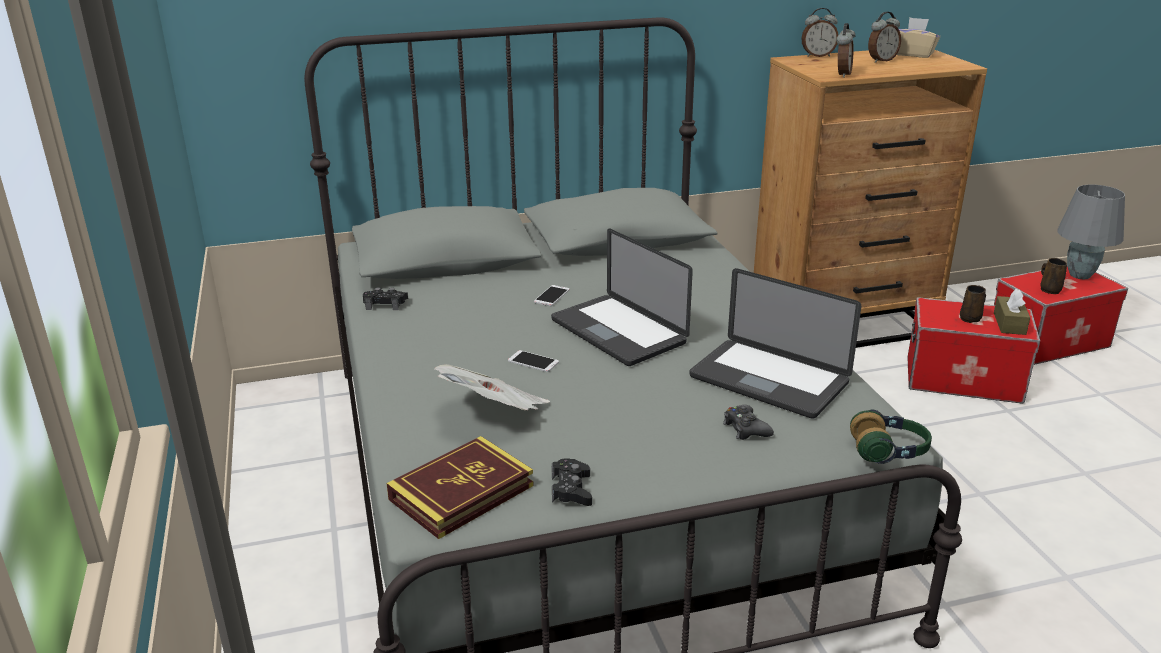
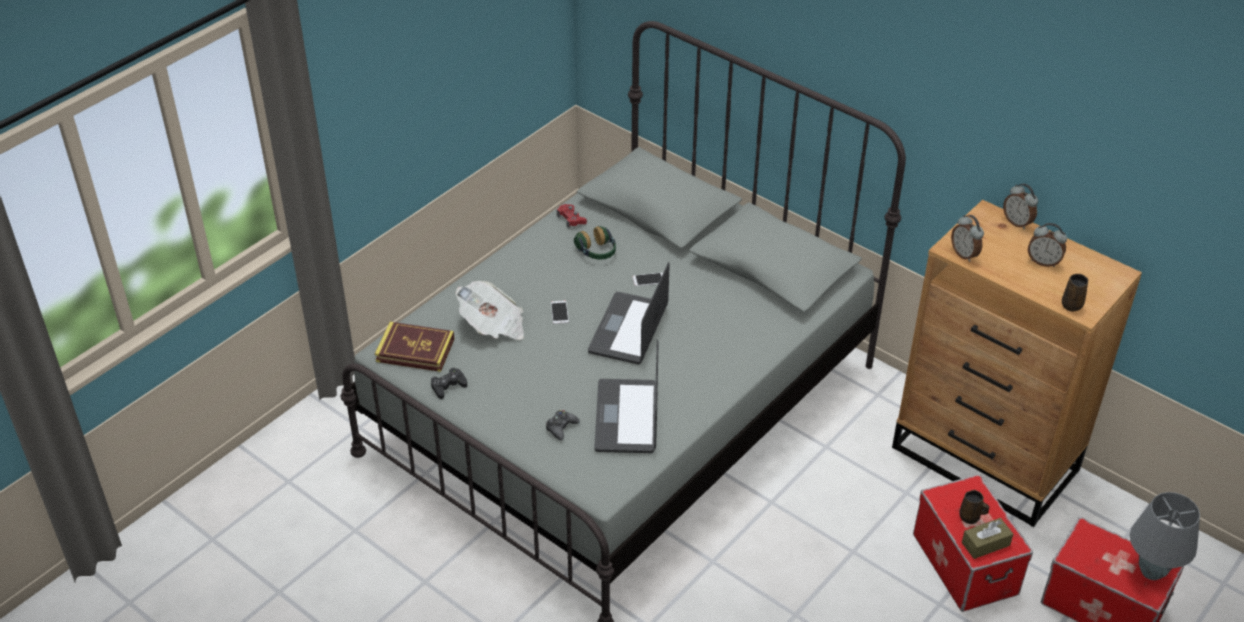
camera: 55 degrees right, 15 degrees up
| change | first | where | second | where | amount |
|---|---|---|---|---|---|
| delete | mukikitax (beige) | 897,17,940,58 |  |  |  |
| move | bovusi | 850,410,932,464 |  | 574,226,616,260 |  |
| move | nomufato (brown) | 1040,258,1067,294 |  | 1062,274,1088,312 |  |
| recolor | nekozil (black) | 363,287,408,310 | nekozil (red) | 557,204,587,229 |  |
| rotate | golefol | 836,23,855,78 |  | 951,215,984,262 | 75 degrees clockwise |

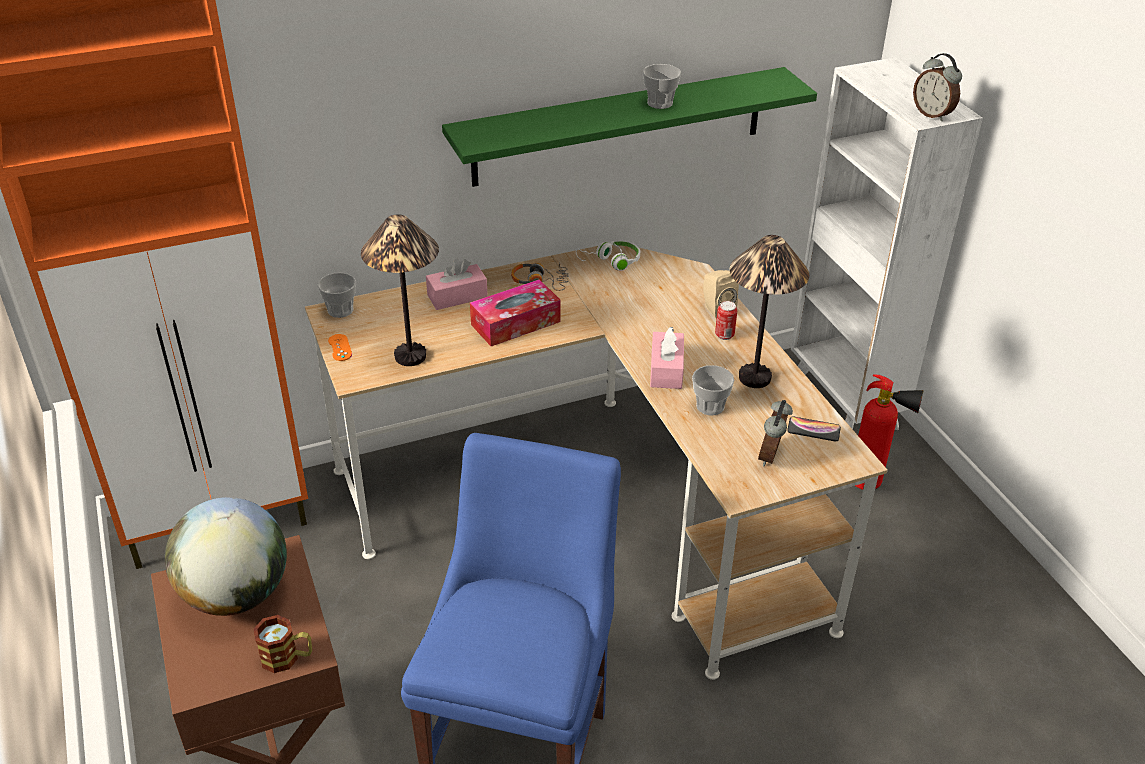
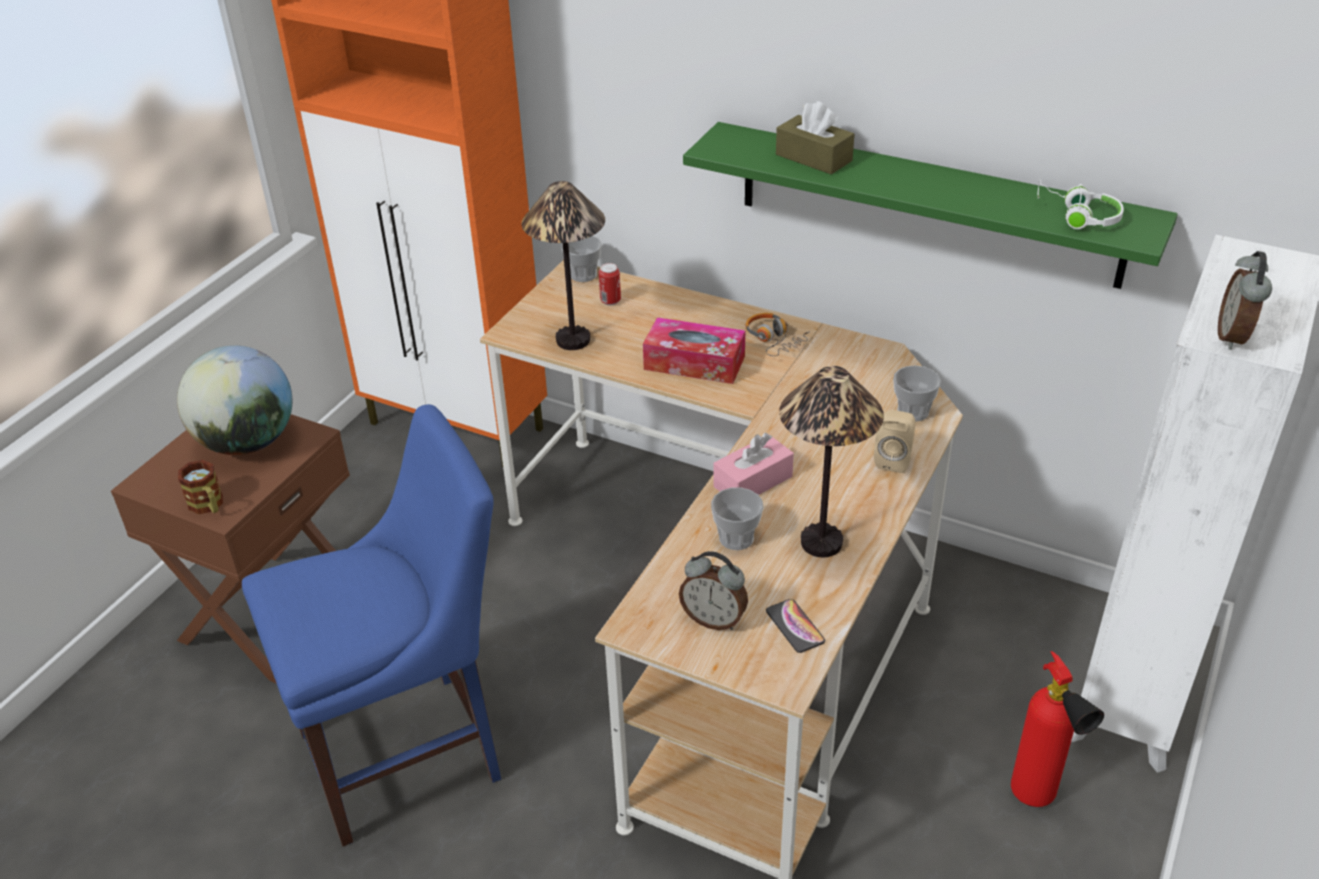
camera: 50 degrees right, 0 degrees up
| change | first | where | second | where | amount |
|---|---|---|---|---|---|
| delete | nekozil (orange) | 328,334,352,361 |  |  |  |
| delete | mukikitax (pink) | 426,258,488,310 |  |  |  |
| insert |  |  | mukikitax (brown) | 776,101,855,174 |  |
| move | bovusi (white) | 576,240,640,271 |  | 1038,180,1124,229 |  |
| move | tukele | 643,64,681,109 |  | 893,365,941,421 |  |
| move | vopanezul | 715,301,737,340 |  | 599,263,621,306 |  |
| rotate | golefol | 758,400,793,467 |  | 679,551,748,630 | 135 degrees counterclockwise |

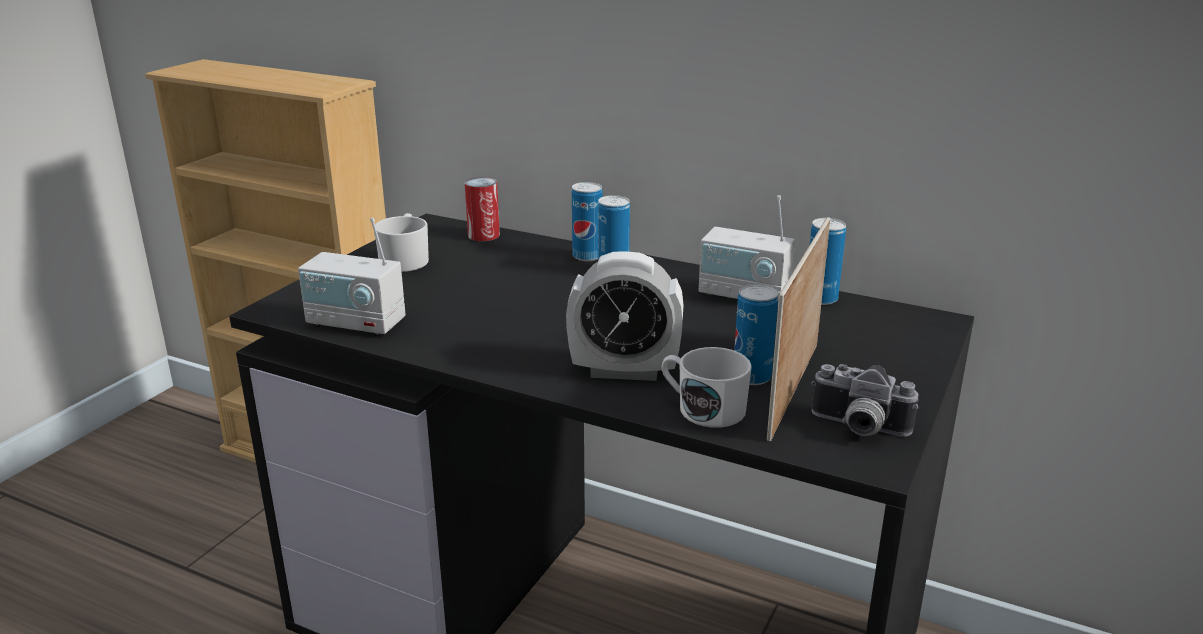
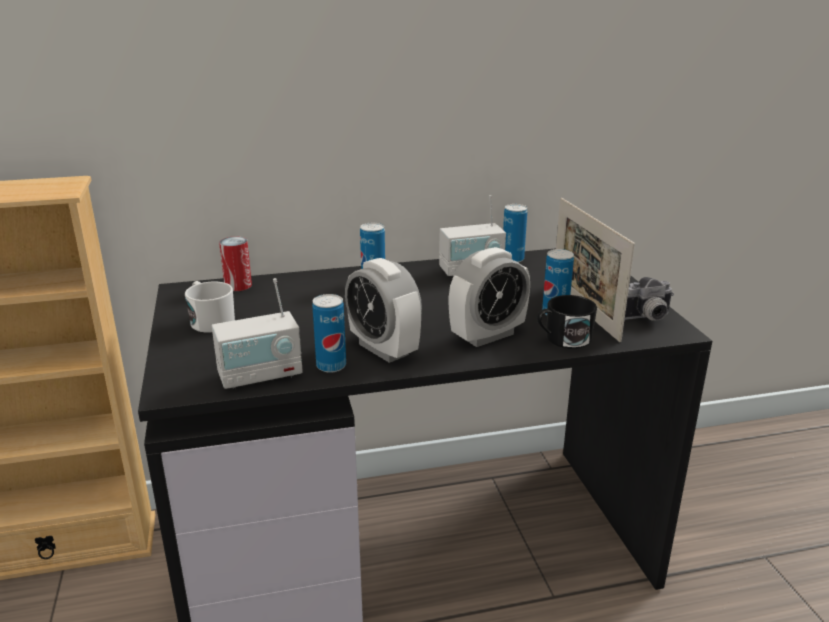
camera: 40 degrees left, 0 degrees up
| change | first | where | second | where | amount |
|---|---|---|---|---|---|
| insert |  |  | golefol | 345,258,422,363 |  |
| move | vopanezul | 572,182,602,261 |  | 312,294,346,373 |  |
| recolor | nomufato (white) | 662,347,752,428 | nomufato (black) | 537,295,597,349 |  |

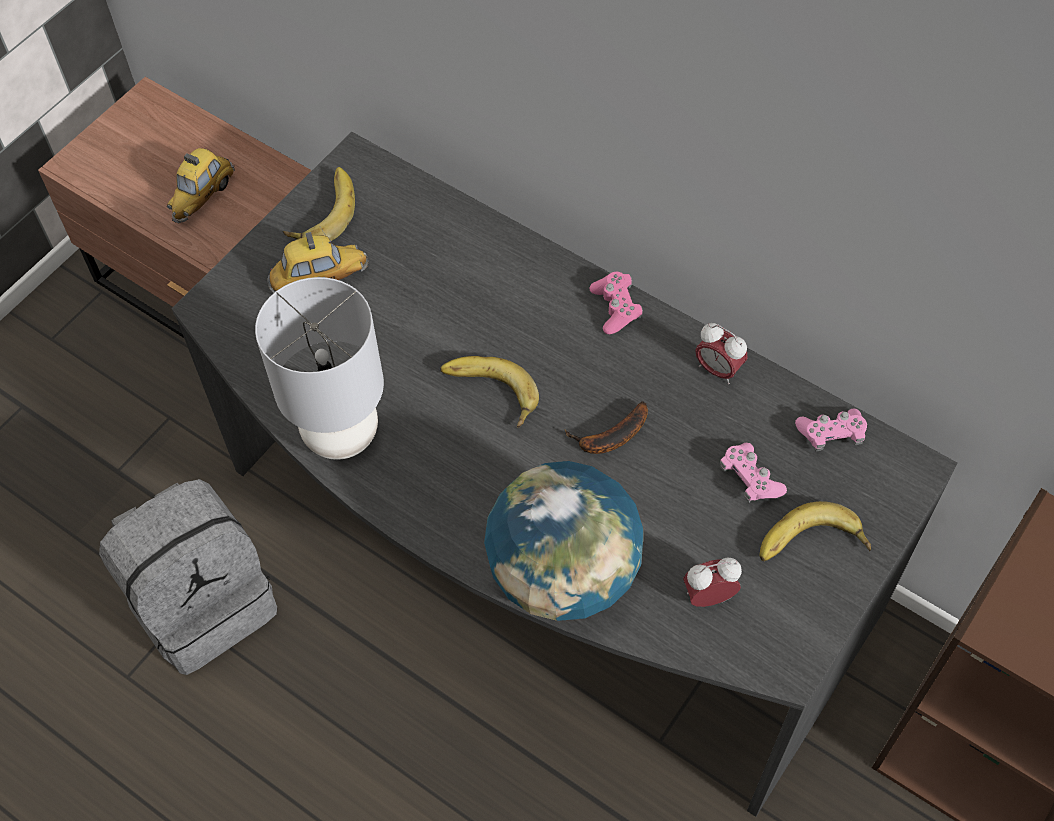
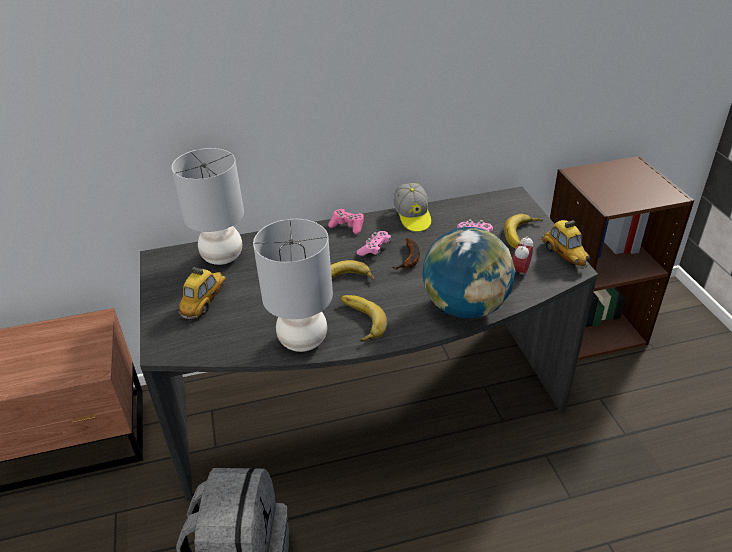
camera: 50 degrees left, 20 degrees down
| change | first | where | second | where | amount |
|---|---|---|---|---|---|
| insert |  |  | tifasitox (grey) | 171,148,244,265 |  |
| move | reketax | 167,148,235,224 |  | 541,220,590,269 |  |
| move | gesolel | 283,167,355,241 |  | 341,295,387,342 |  |
| move | nekozil (pink) | 795,409,867,451 |  | 357,231,391,256 |  |
| replace | golefol | 695,323,748,384 | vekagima | 394,183,431,232 |  |

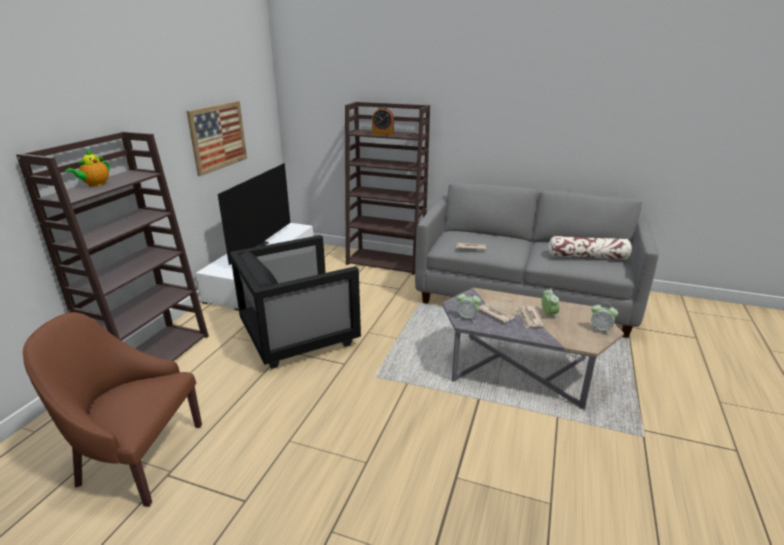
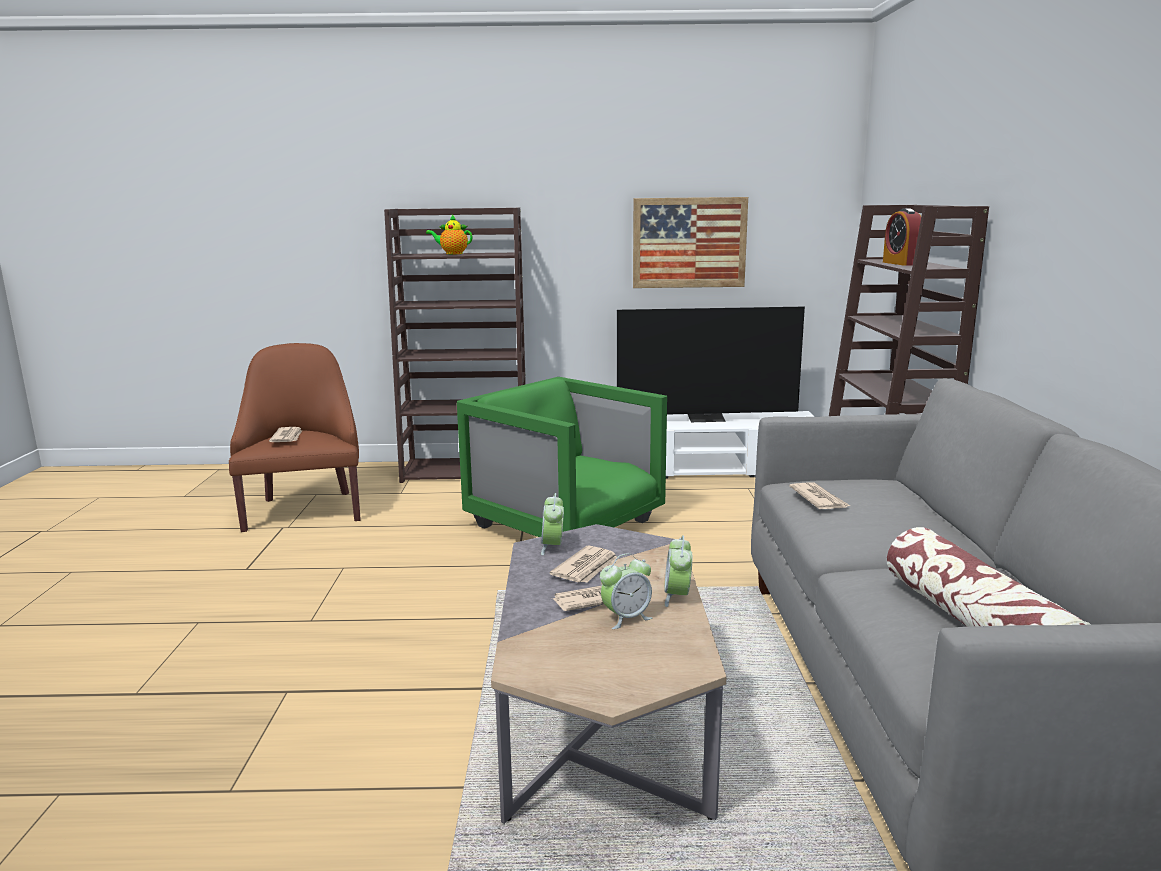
camera: 70 degrees right, 10 degrees down
| change | first | where | second | where | amount |
|---|---|---|---|---|---|
| insert |  |  | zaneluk | 269,427,302,442 |  |
| move | golefol | 589,302,618,335 |  | 665,536,692,607 |  |
| recolor | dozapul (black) | 230,235,361,369 | dozapul (green) | 457,377,667,537 |  |

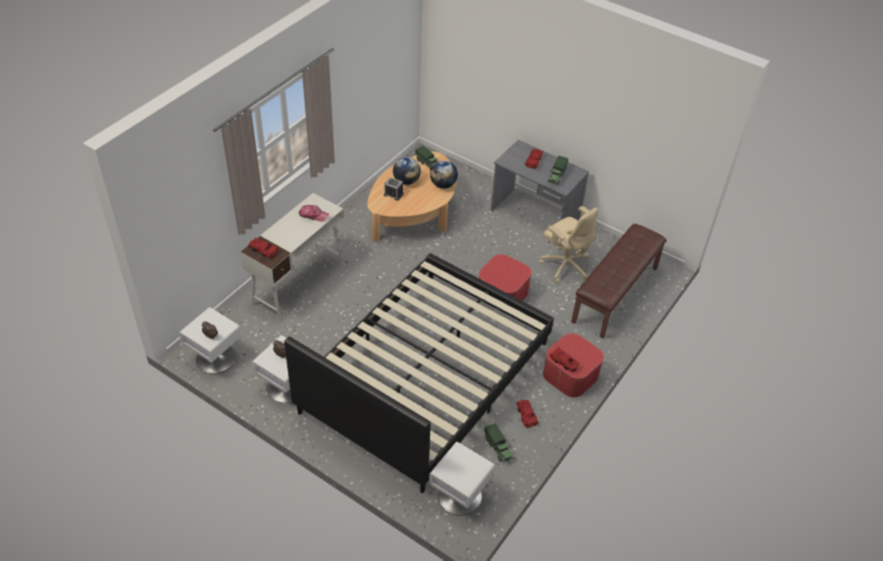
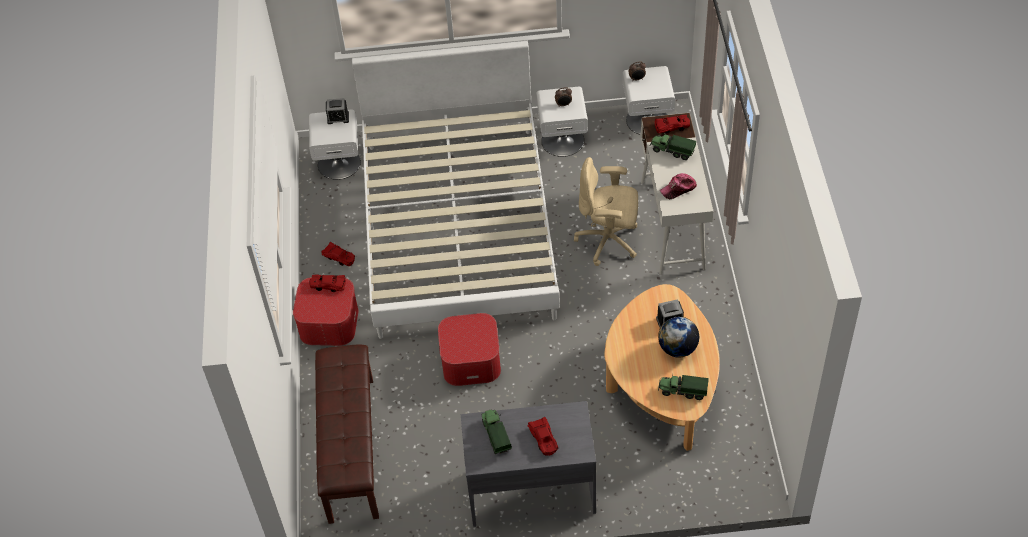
camera: 145 degrees right, 5 degrees up
| change | first | where | second | where | amount |
|---|---|---|---|---|---|
| delete | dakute | 430,161,458,189 |  |  |  |
| insert |  |  | golefol | 326,98,349,124 |  |
| move | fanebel | 484,423,513,463 |  | 649,135,696,160 |  |
| move | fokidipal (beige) | 539,206,598,283 |  | 574,157,638,266 |  |
| recolor | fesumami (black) | 284,253,554,493 | fesumami (white) | 352,41,560,339 |  |

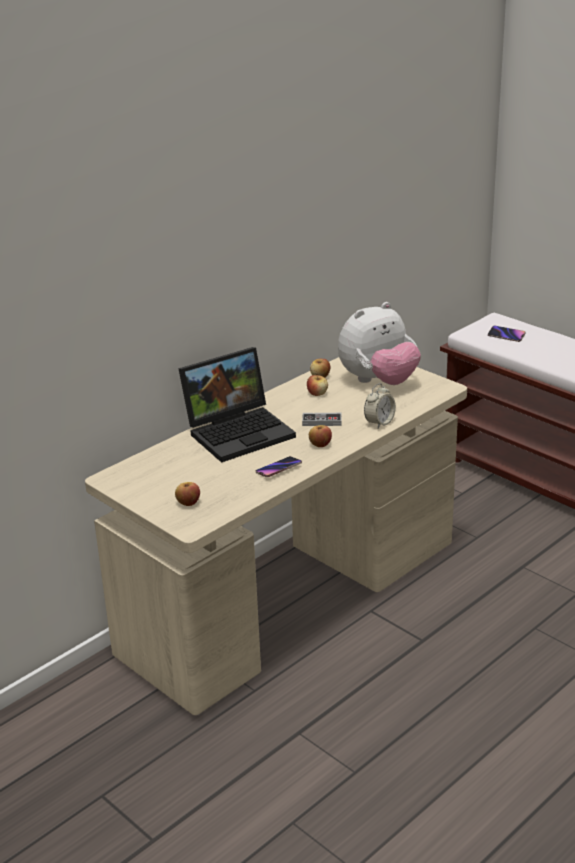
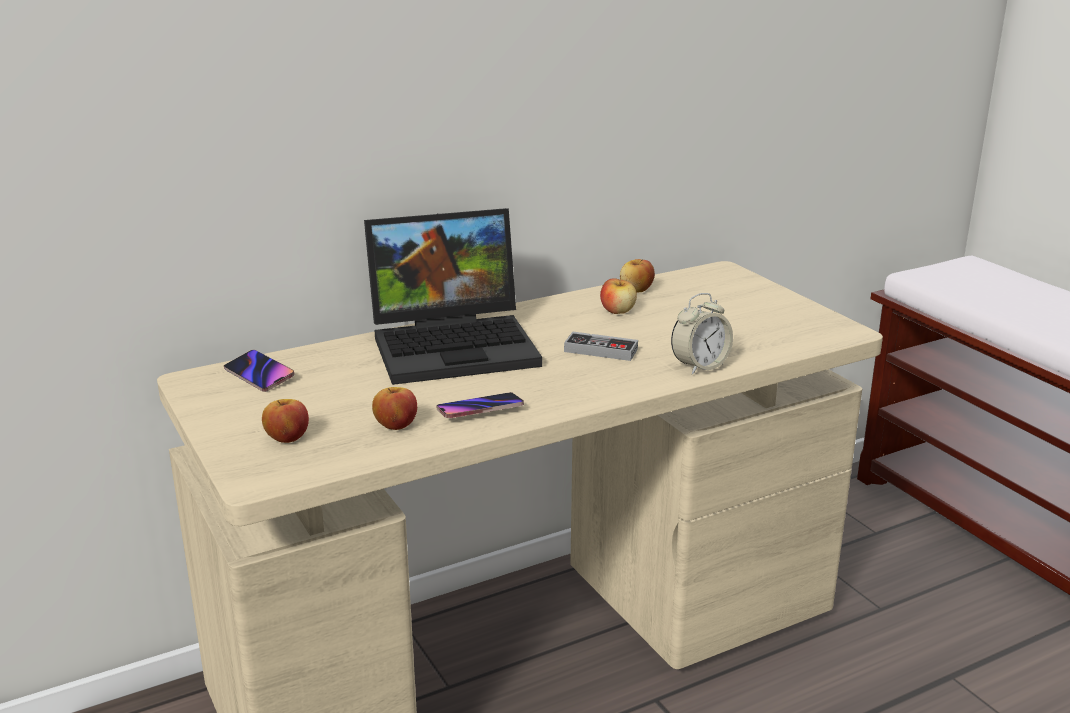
camera: 15 degrees right, 5 degrees down
| change | first | where | second | where | amount |
|---|---|---|---|---|---|
| delete | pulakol | 338,302,421,385 |  |  |  |
| move | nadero | 309,425,332,447 |  | 372,387,417,430 |  |
| move | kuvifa | 488,326,525,342 |  | 224,350,295,392 |  |

